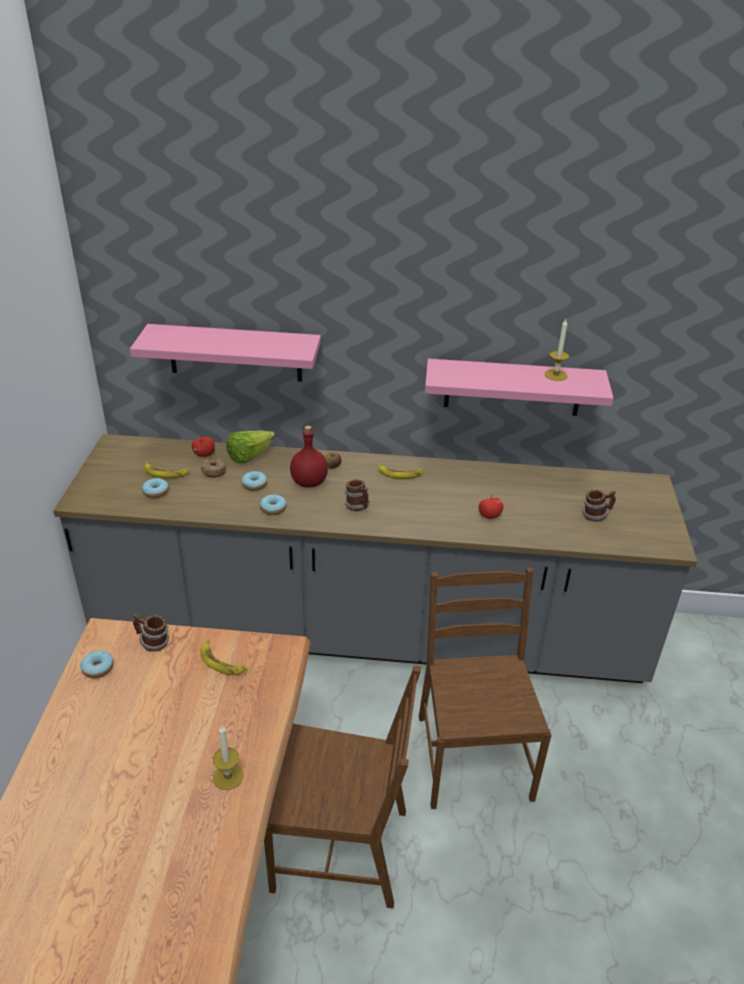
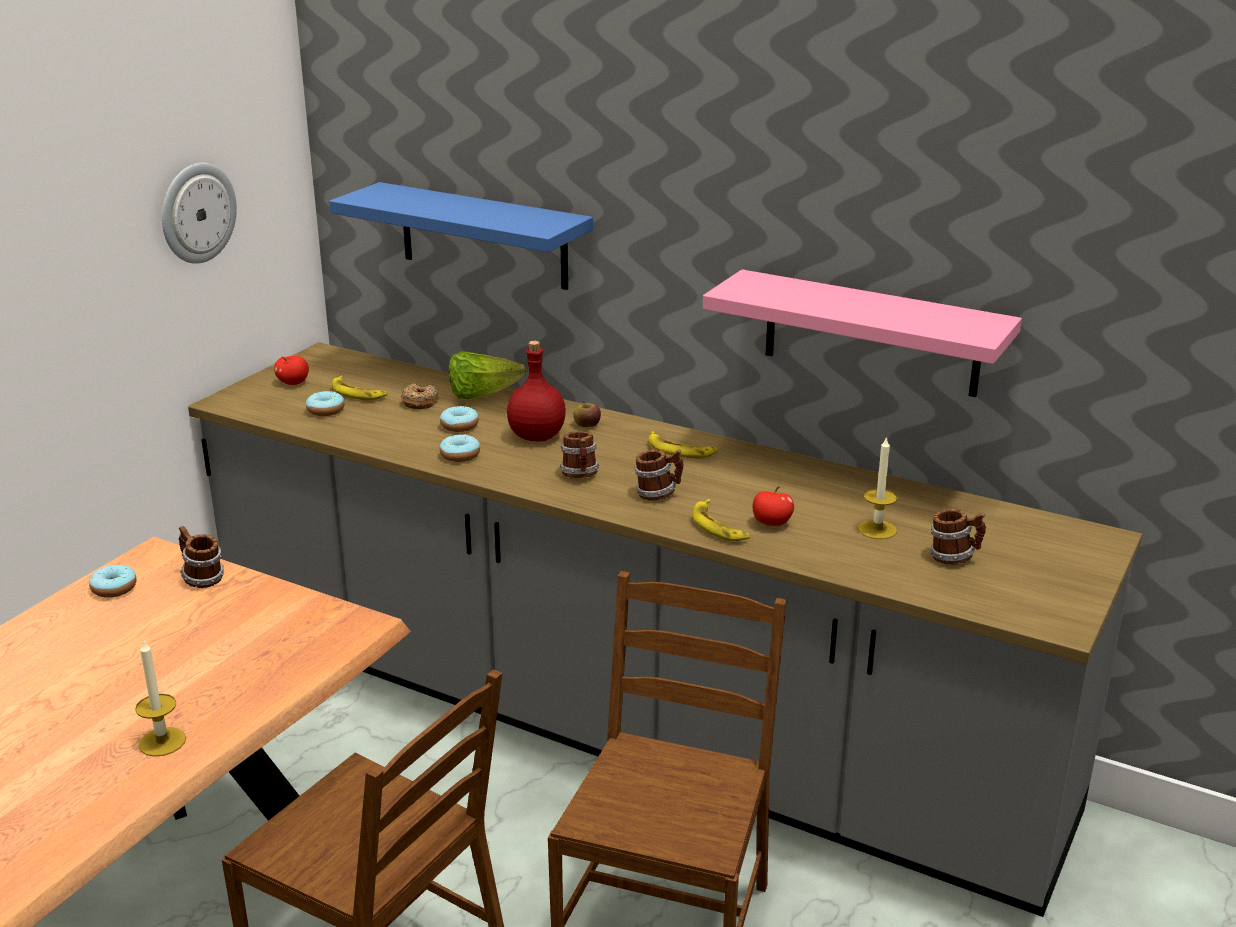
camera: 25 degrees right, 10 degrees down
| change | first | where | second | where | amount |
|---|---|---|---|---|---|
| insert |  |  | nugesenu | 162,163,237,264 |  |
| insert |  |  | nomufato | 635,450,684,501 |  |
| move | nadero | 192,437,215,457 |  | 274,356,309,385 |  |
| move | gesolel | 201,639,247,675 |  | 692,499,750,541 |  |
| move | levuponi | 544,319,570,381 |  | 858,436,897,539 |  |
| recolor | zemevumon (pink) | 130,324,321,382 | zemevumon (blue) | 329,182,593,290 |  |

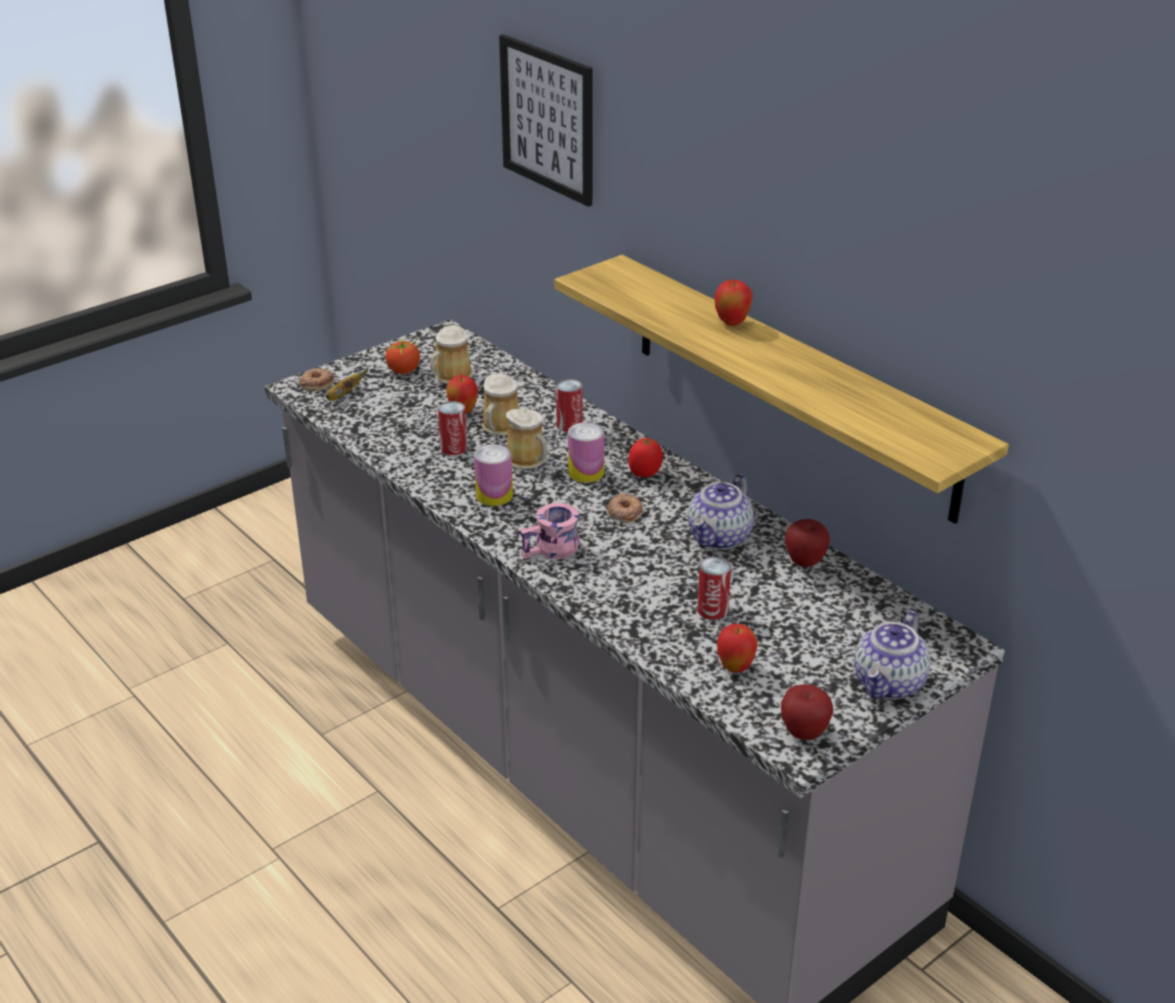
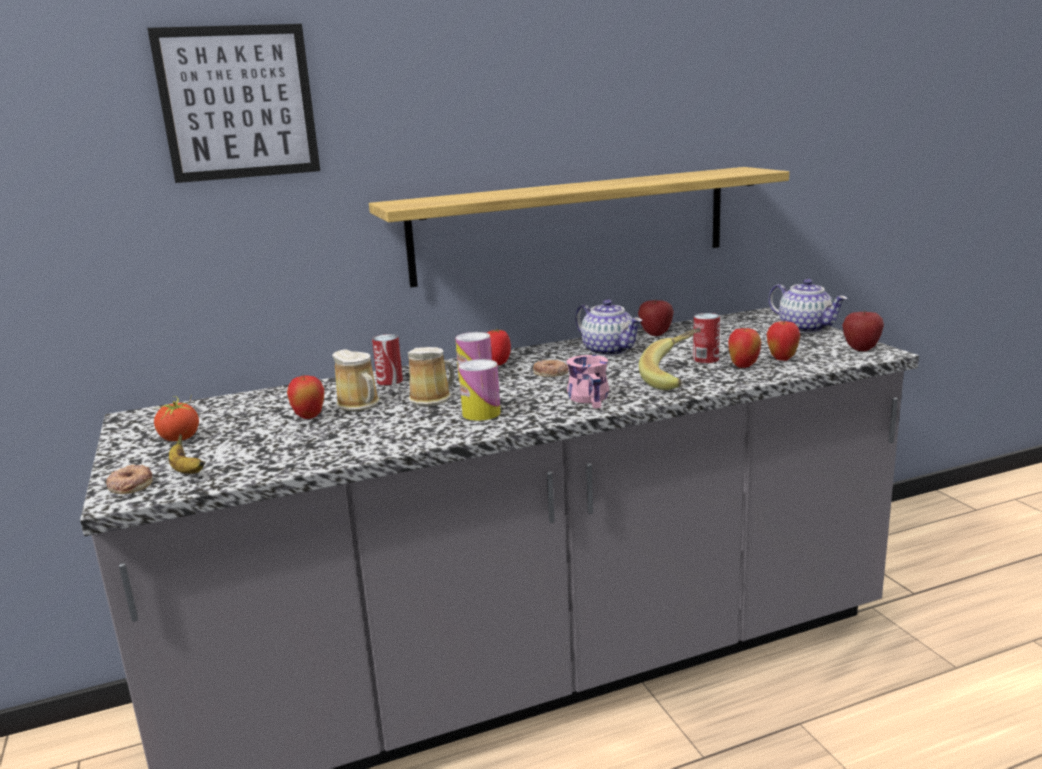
camera: 70 degrees left, 15 degrees down
| change | first | where | second | where | amount |
|---|---|---|---|---|---|
| delete | nomufato | 430,325,473,384 |  |  |  |
| delete | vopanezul | 438,401,467,455 |  |  |  |
| insert |  |  | gesolel | 639,328,701,390 |  |
| move | nadero | 714,280,753,326 |  | 728,326,761,368 |  |

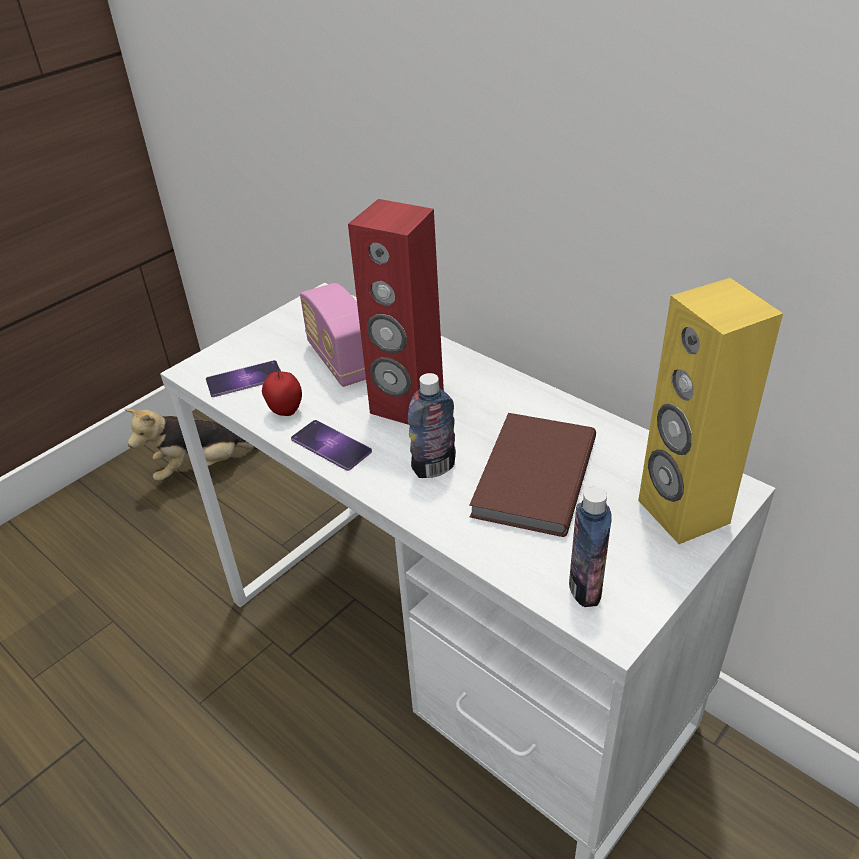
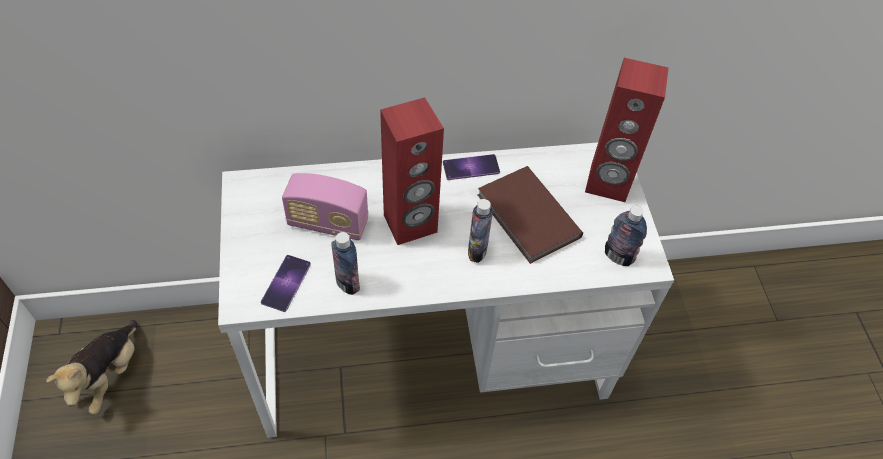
camera: 55 degrees left, 15 degrees up
| change | first | where | second | where | amount |
|---|---|---|---|---|---|
| move | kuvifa | 291,420,372,471 |  | 443,154,500,180 |  |
| replace | nadero | 262,369,302,416 | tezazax | 331,232,360,295 |  |
| recolor | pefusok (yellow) | 638,278,783,544 | pefusok (red) | 585,58,669,202 |  |

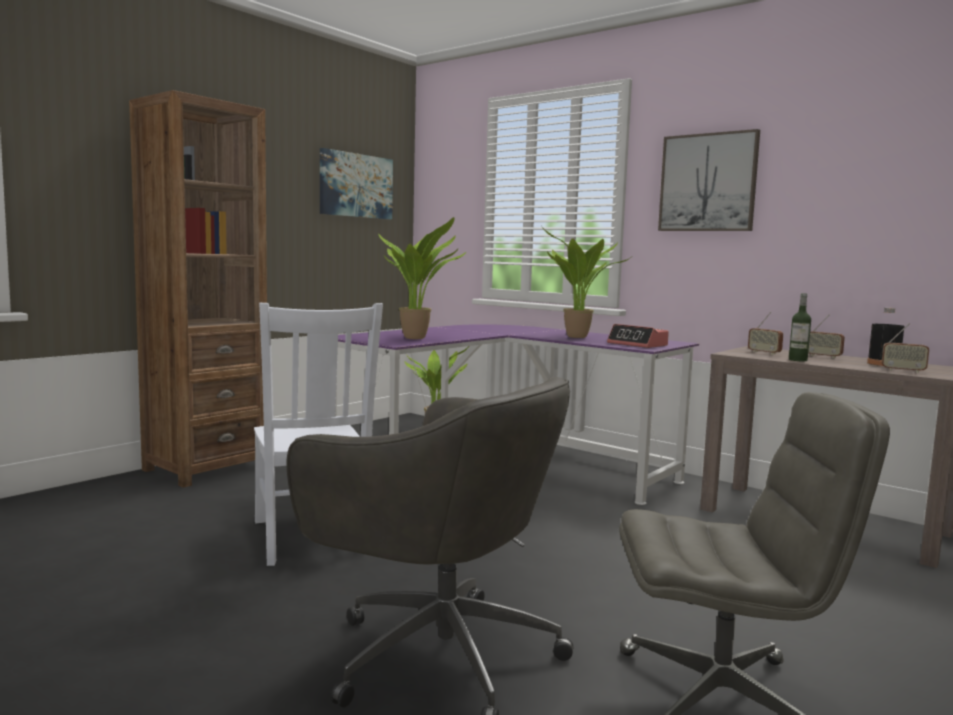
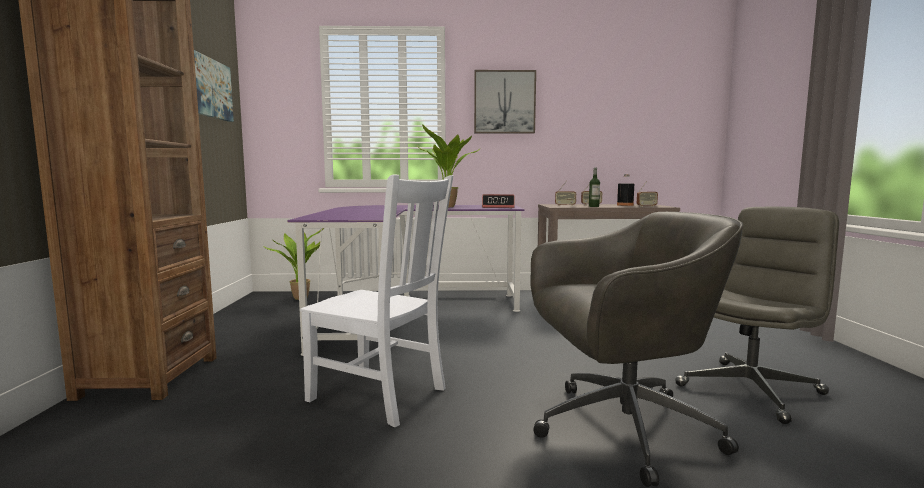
camera: 40 degrees left, 0 degrees up
| change | first | where | second | where | amount |
|---|---|---|---|---|---|
| delete | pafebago | 378,217,466,339 |  |  |  |

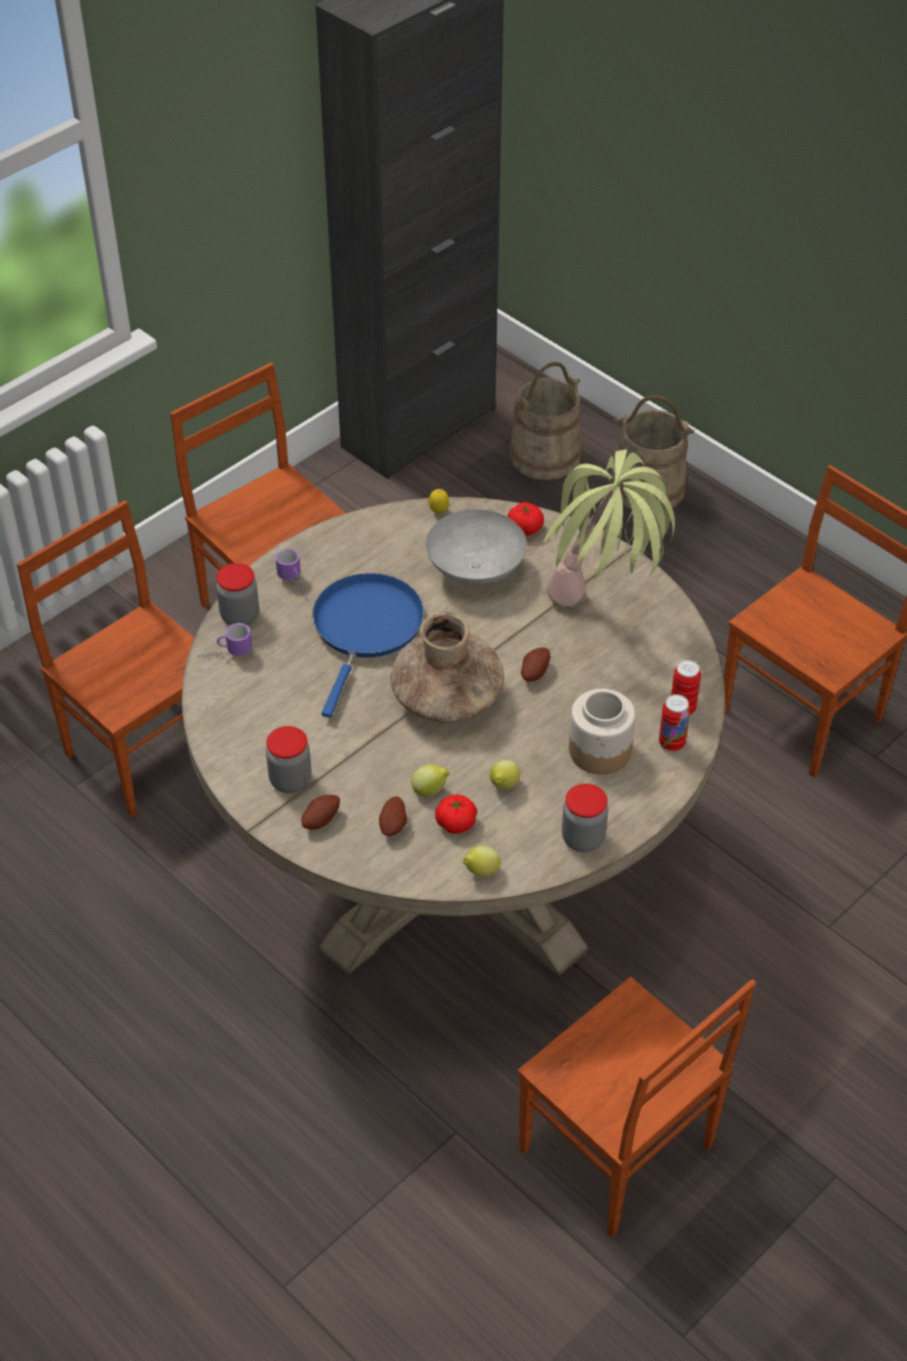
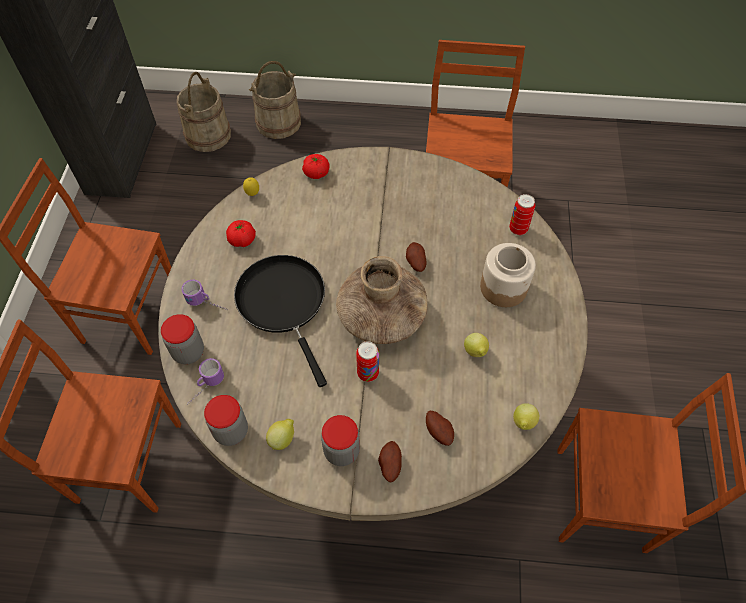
camera: 40 degrees left, 10 degrees up
| change | first | where | second | where | amount |
|---|---|---|---|---|---|
| delete | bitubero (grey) | 426,509,527,586 |  |  |  |
| delete | pafebago | 543,449,675,607 |  |  |  |
| move | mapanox | 411,764,450,797 |  | 266,419,294,450 |  |
| move | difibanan | 435,794,477,834 |  | 226,220,256,247 |  |
| move | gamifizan | 562,784,608,852 |  | 204,395,248,446 |  |
| move | vopanezul | 659,694,690,751 |  | 356,341,379,382 |  |
| recolor | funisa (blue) | 312,573,424,718 | funisa (black) | 234,255,327,387 |  |

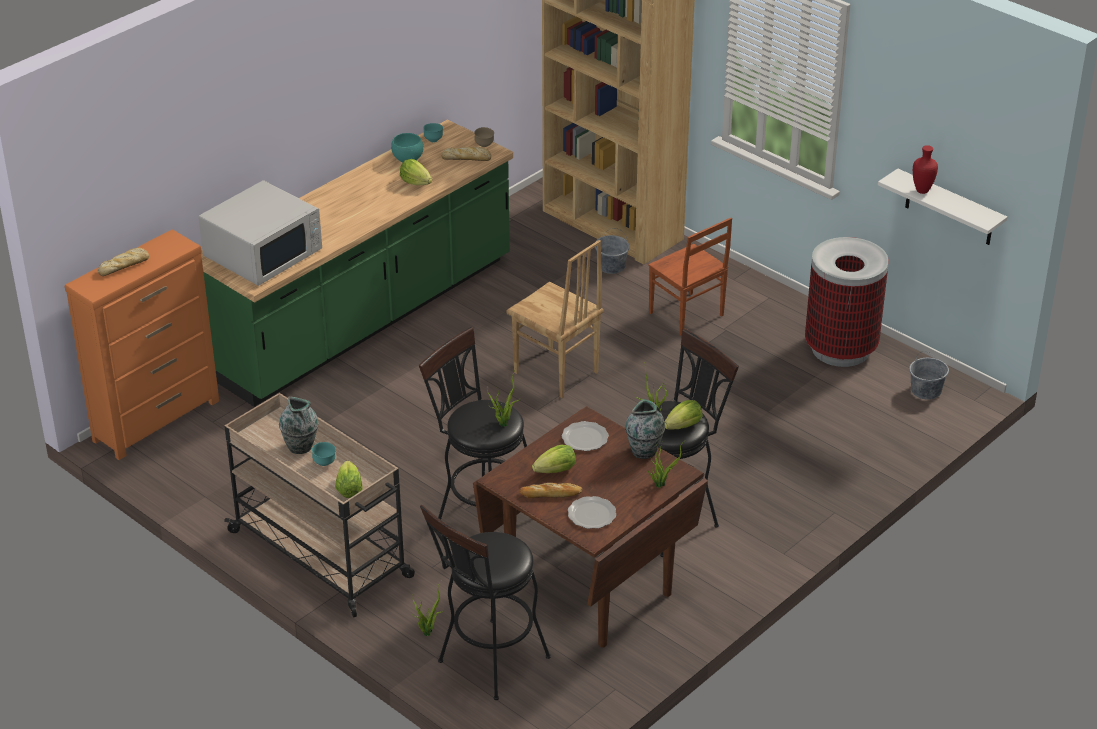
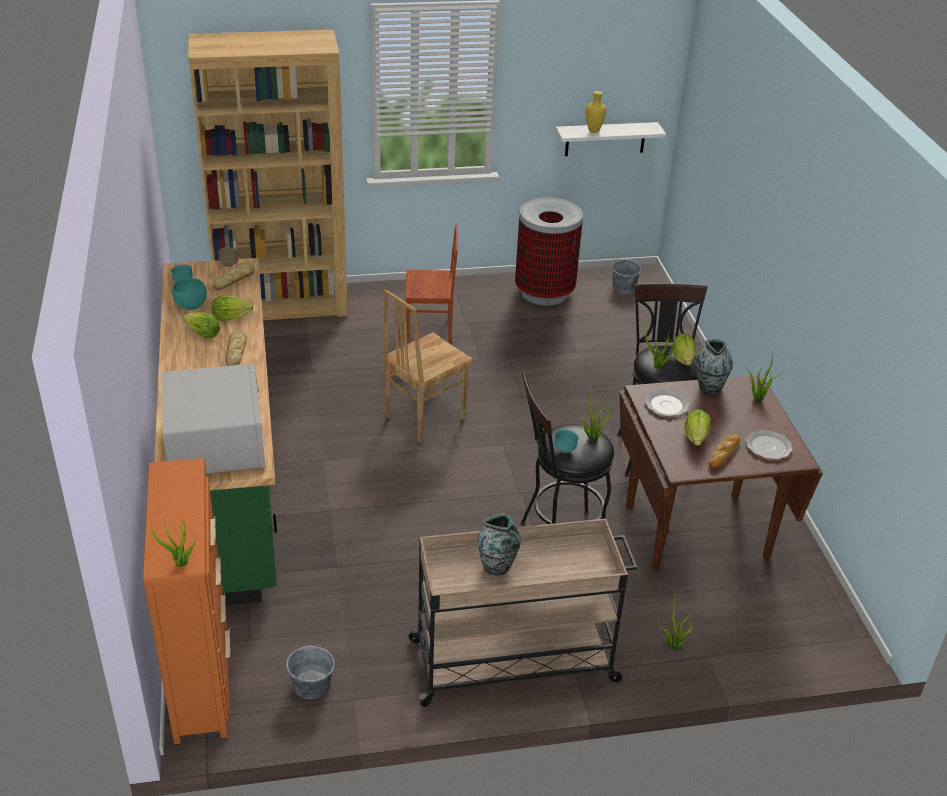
camera: 55 degrees left, 0 degrees up
| change | first | where | second | where | amount |
|---|---|---|---|---|---|
| delete | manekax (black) | 420,505,551,700 |  |  |  |
| insert |  |  | pafebago | 145,514,196,567 |  |
| move | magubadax | 98,248,149,276 |  | 225,331,247,366 |  |
| move | bitubero (turquoise) | 312,442,336,466 |  | 554,430,578,453 |  |
| move | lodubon | 335,461,363,498 |  | 182,312,220,338 |  |
| move | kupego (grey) | 595,228,630,274 |  | 286,640,335,699 |  |
| recolor | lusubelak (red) | 913,145,938,194 | lusubelak (yellow) | 586,91,606,133 |  |
| rotate | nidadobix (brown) | 506,240,604,398 |  | 381,289,474,443 | 150 degrees clockwise |

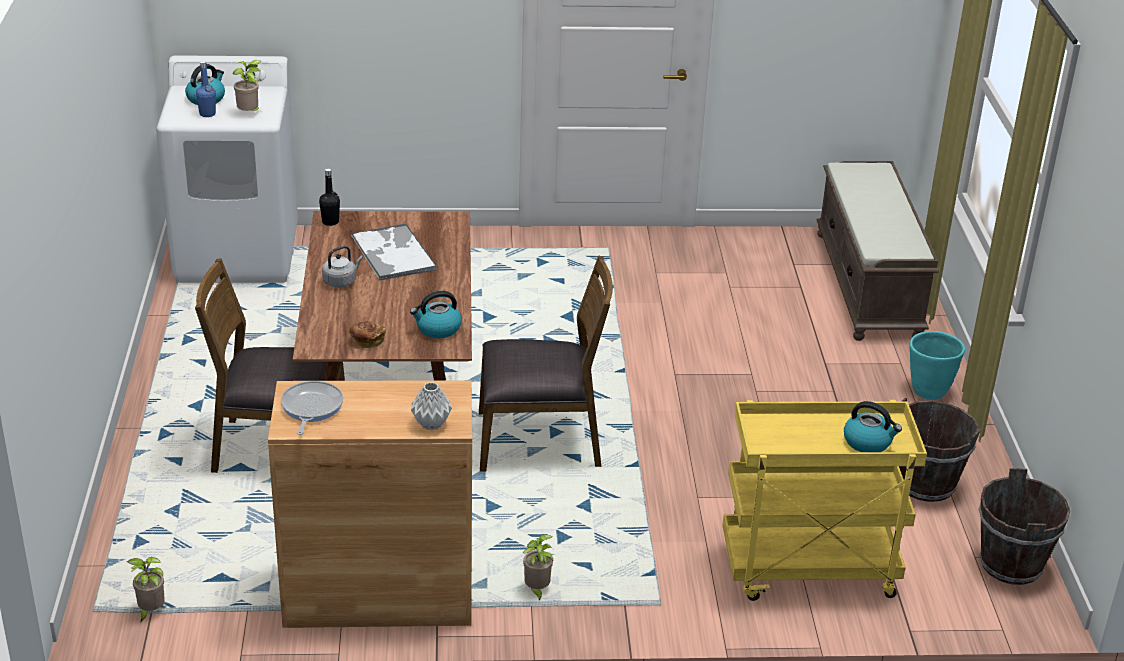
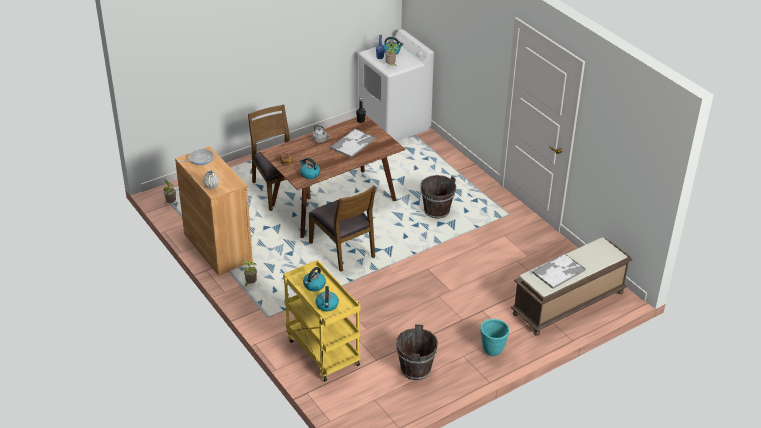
camera: 60 degrees right, 5 degrees up
| change | first | where | second | where | amount |
|---|---|---|---|---|---|
| insert |  |  | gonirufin | 303,267,326,291 |  |
| insert |  |  | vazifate | 532,253,586,289 |  |
| move | kupego (brown) | 979,468,1070,585 |  | 420,175,456,219 |  |

